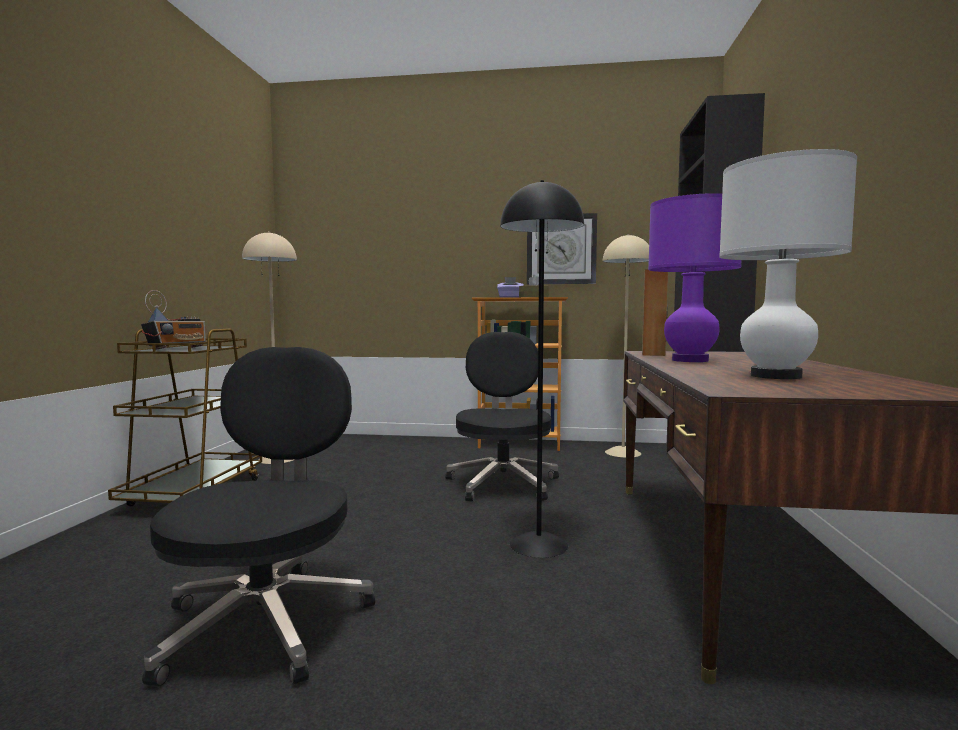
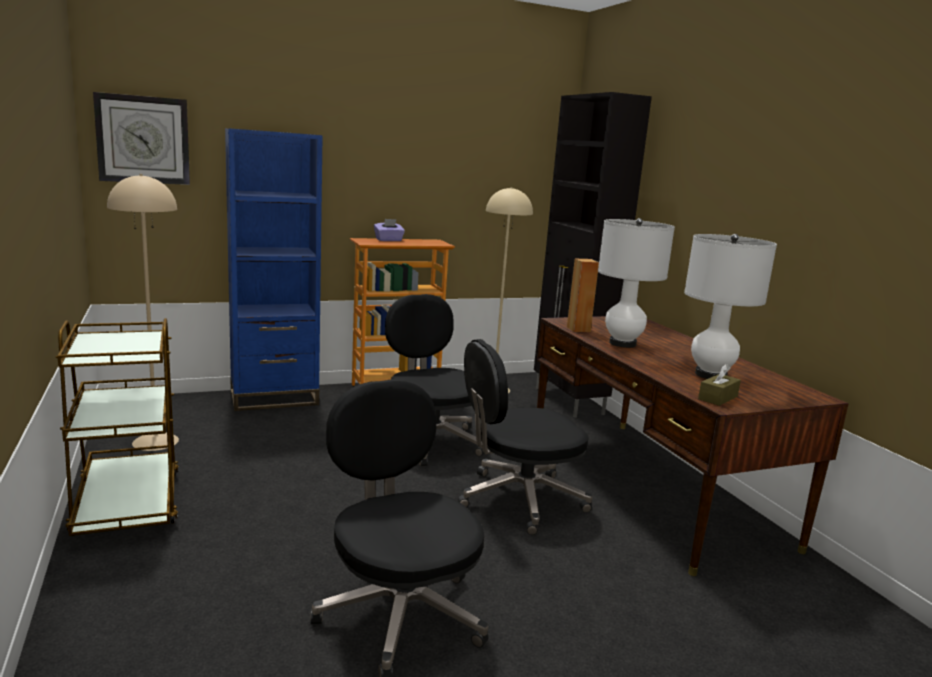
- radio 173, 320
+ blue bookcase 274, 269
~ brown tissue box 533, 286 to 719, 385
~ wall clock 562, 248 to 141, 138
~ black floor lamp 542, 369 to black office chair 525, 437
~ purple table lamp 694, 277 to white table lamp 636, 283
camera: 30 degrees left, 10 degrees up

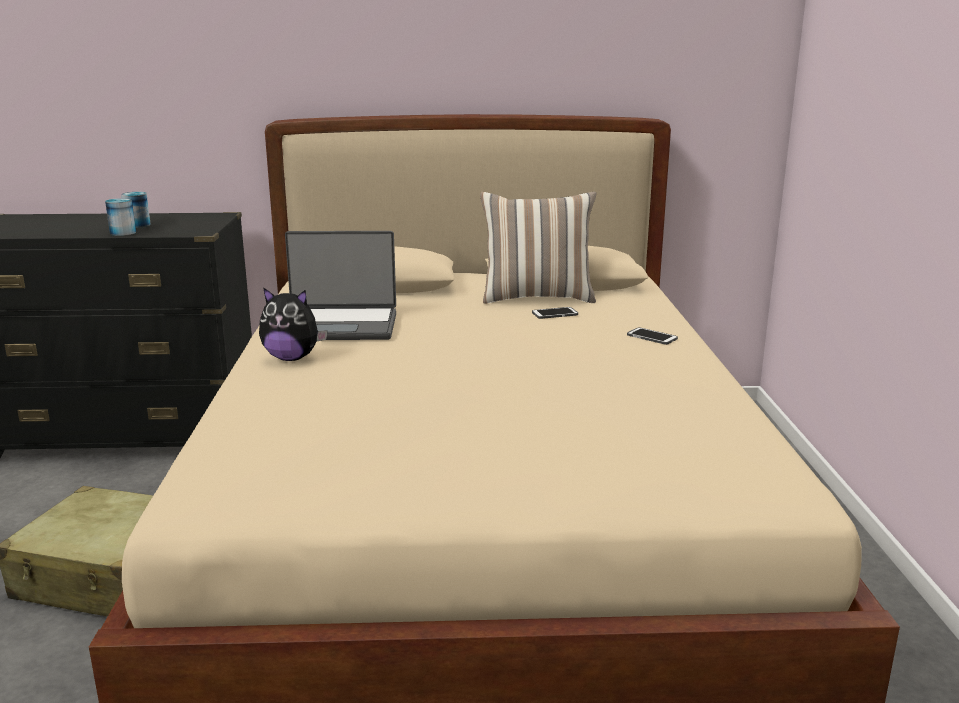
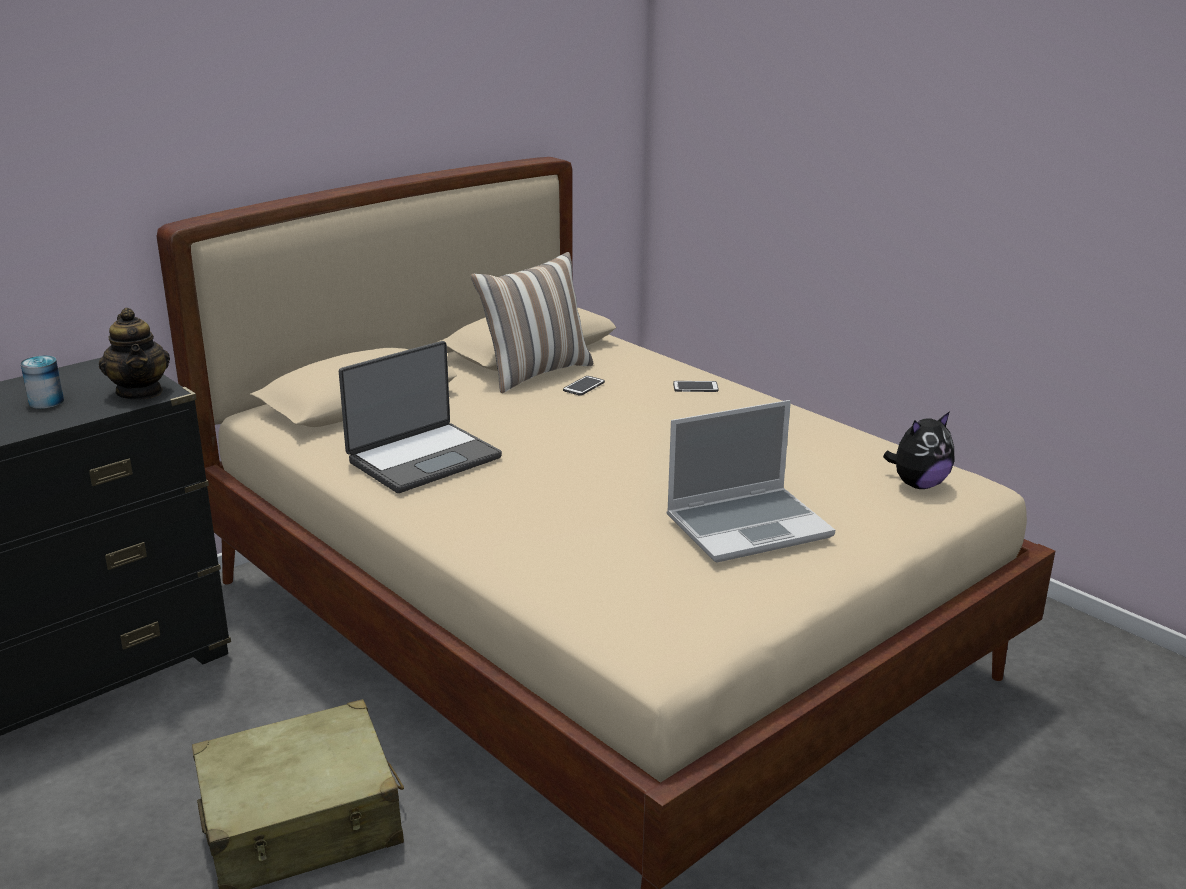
- can 120, 217
+ teapot 134, 354
+ laptop 751, 481
~ plush toy 293, 324 to 918, 450
camera: 40 degrees left, 5 degrees up

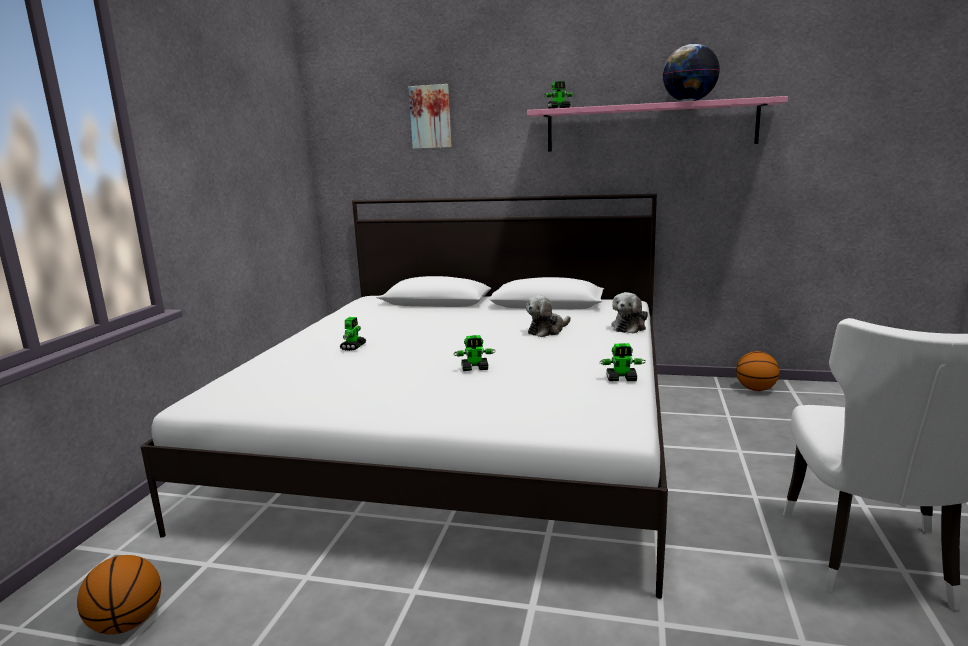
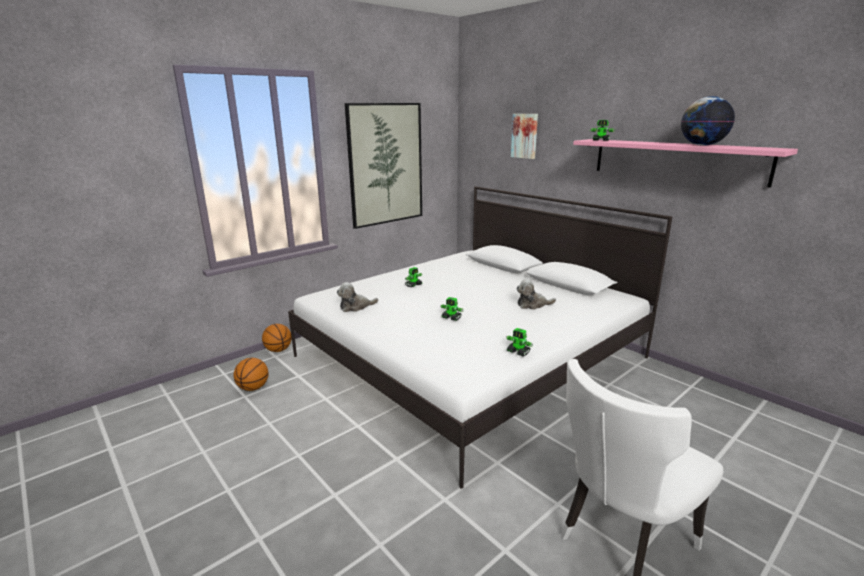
+ picture 383, 166
~ plush toy 629, 313 to 357, 297
~ basketball 757, 371 to 277, 338
camera: 35 degrees right, 5 degrees up

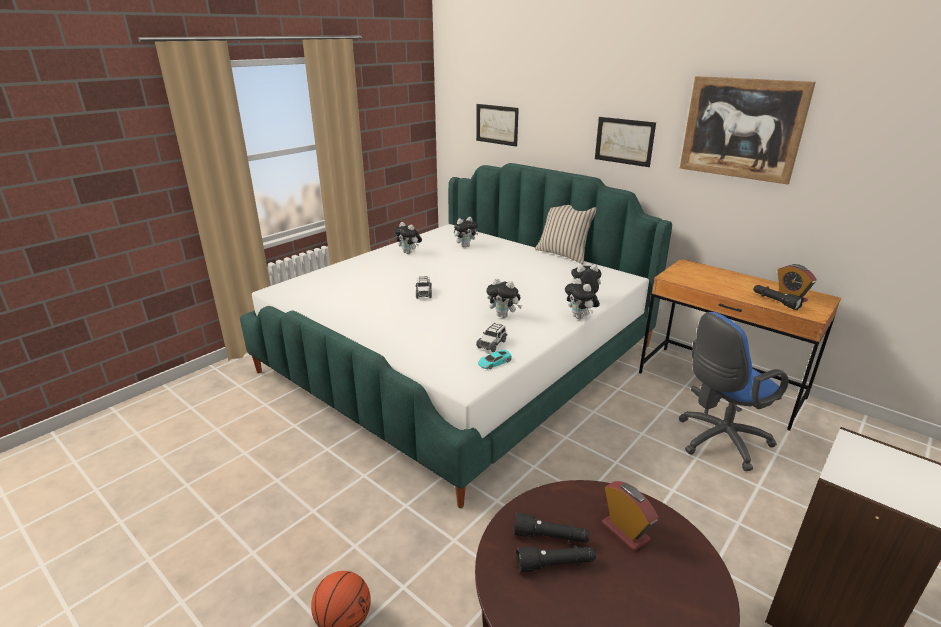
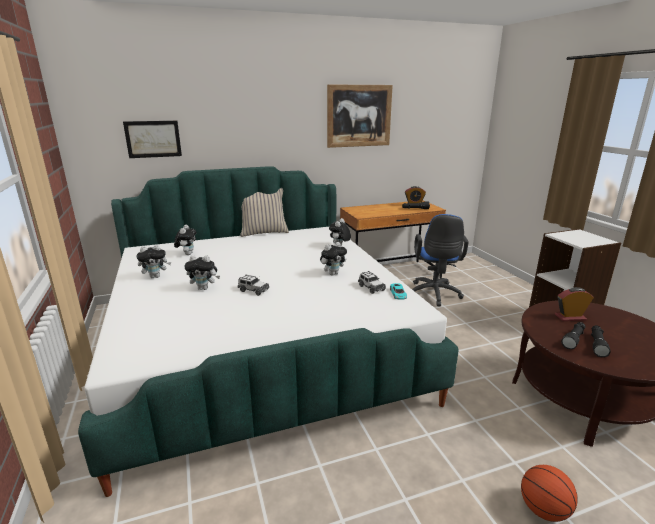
- picture 625, 142
~ plush toy 582, 298 to 202, 272
camera: 60 degrees left, 5 degrees down

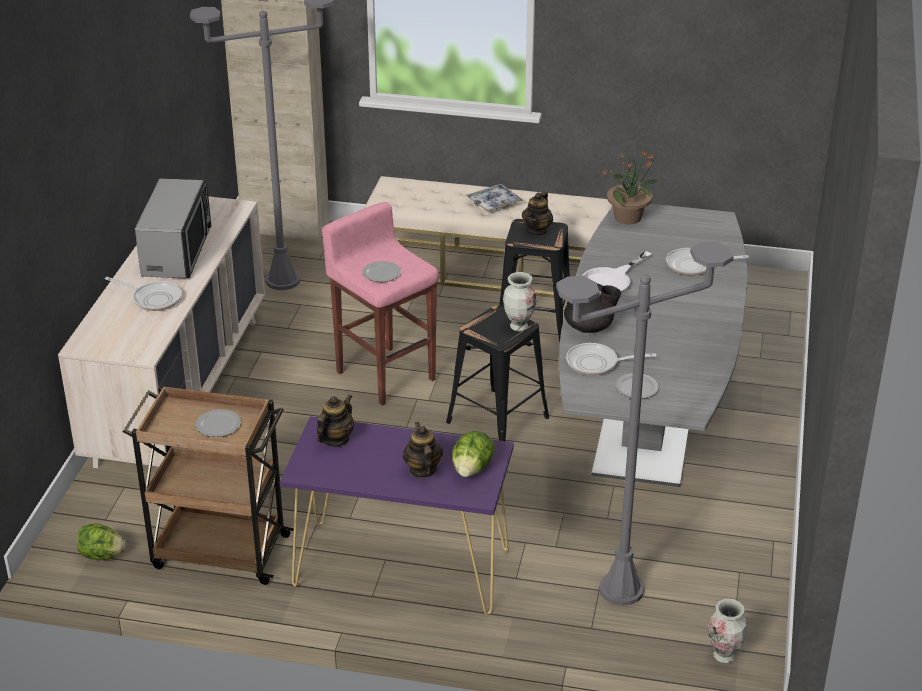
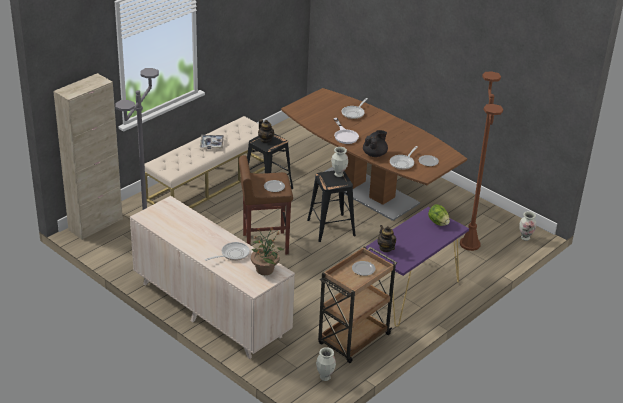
- microwave 173, 228
- teapot 423, 450
~ potted plant 631, 187 to 267, 251
~ lettuce 101, 542 to vase 326, 364
~ pink stool 380, 304 to brown stool 266, 204
~ grey floor lamp 645, 423 to brown floor lamp 481, 161
~ grey dining table 653, 345 to brown dining table 374, 154
camera: 60 degrees left, 0 degrees up

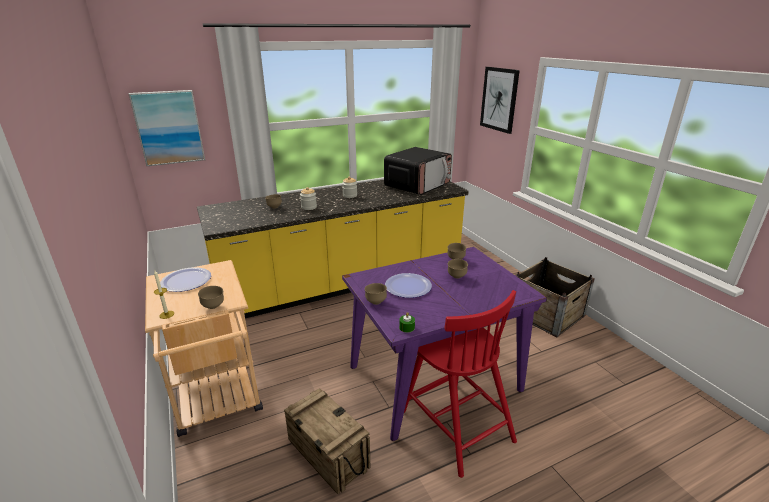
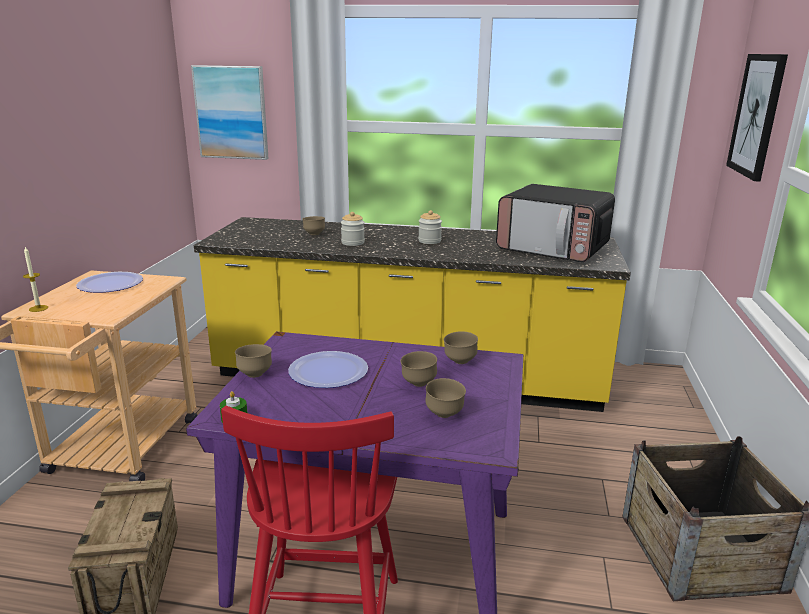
~ brown bowl 211, 297 to 446, 398
~ microwave 418, 171 = 555, 223 45 degrees clockwise
camera: 35 degrees right, 5 degrees down

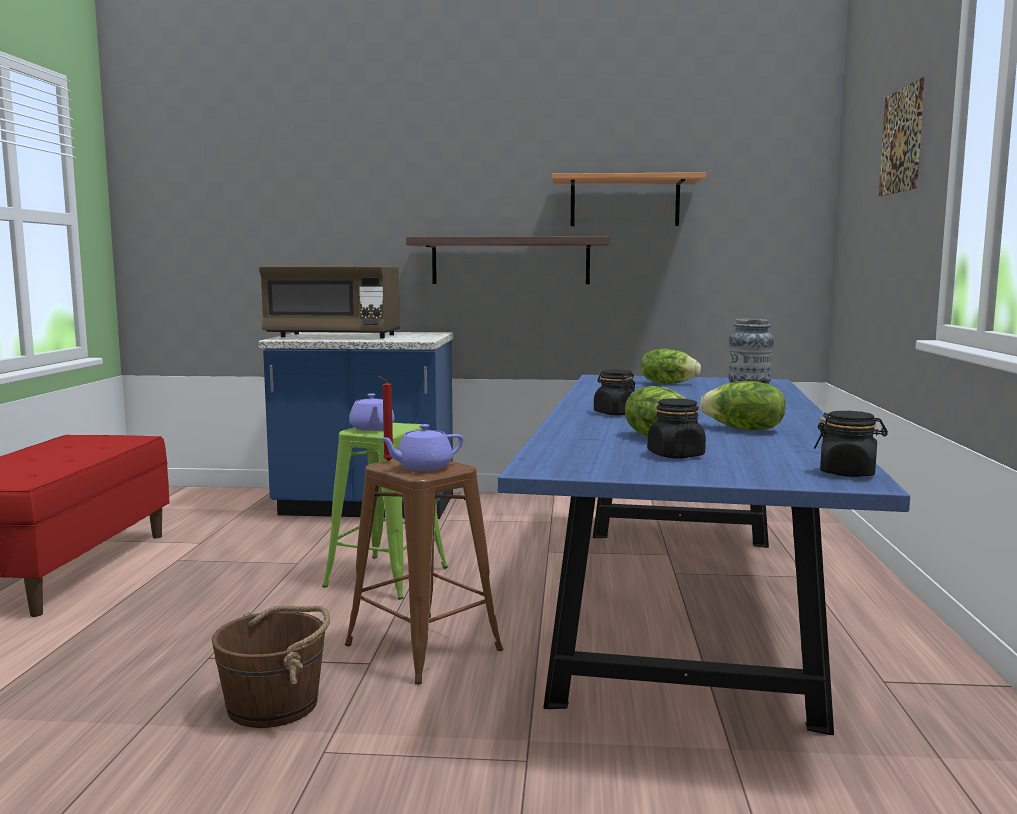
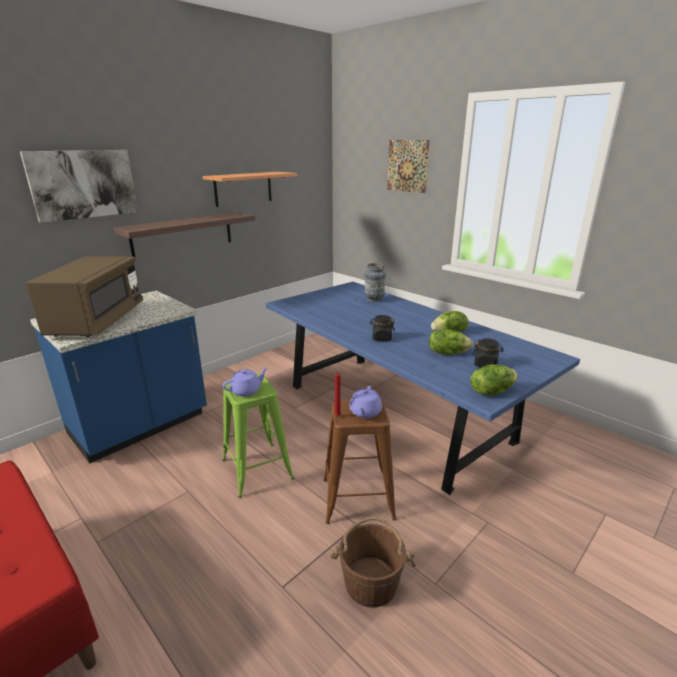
- black jar 851, 444
+ picture 79, 186
~ lettuce 671, 366 to 494, 380
~ brown microwave 329, 302 = 84, 296 45 degrees counterclockwise
~ purple teapot 372, 412 = 245, 382 60 degrees counterclockwise
camera: 50 degrees left, 15 degrees up

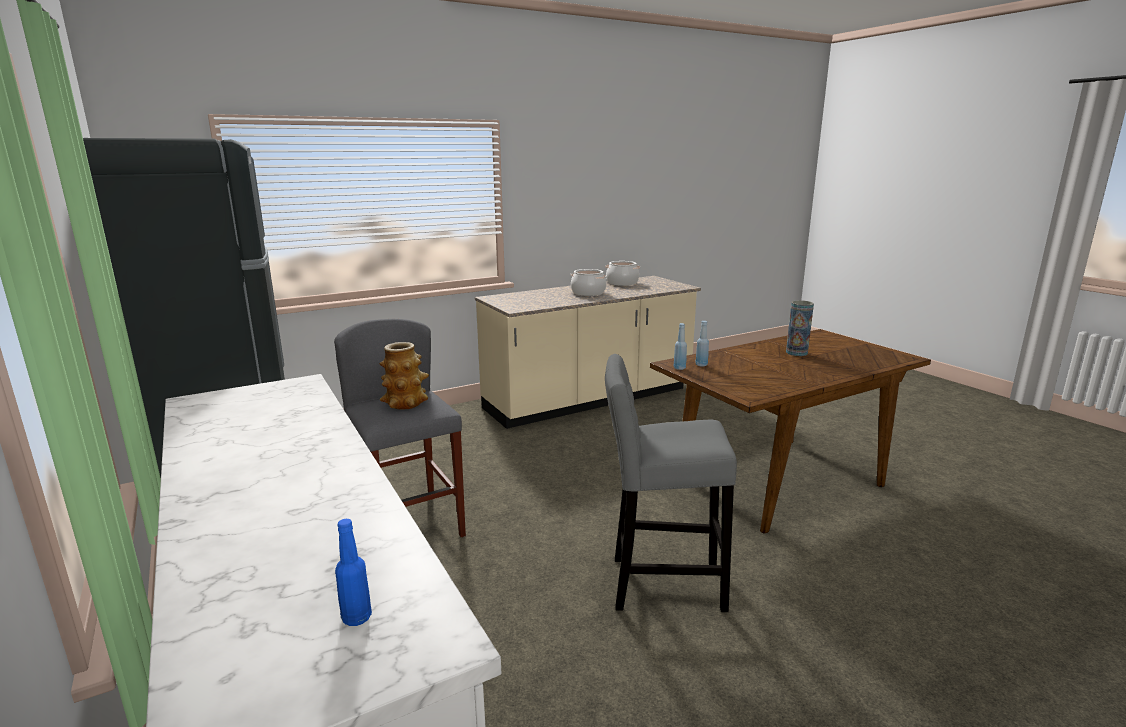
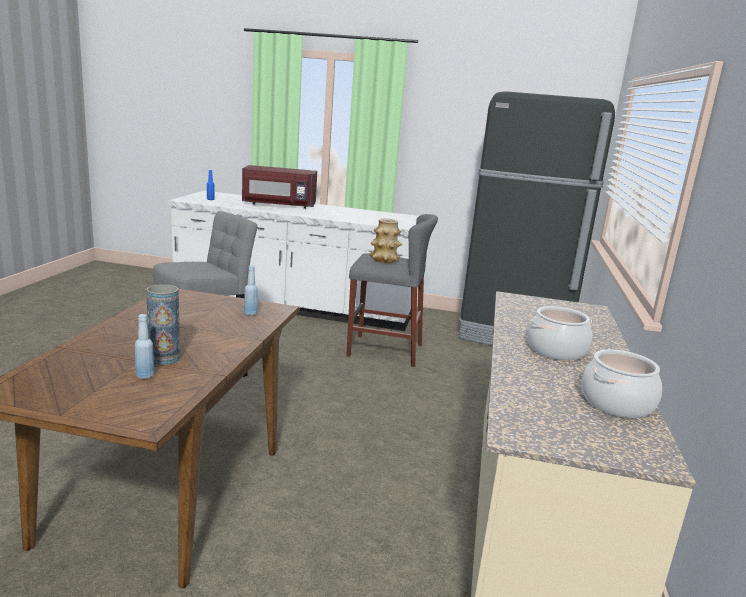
+ red microwave 279, 187
~ blue bottle 680, 346 to 144, 346
camera: 130 degrees right, 0 degrees up

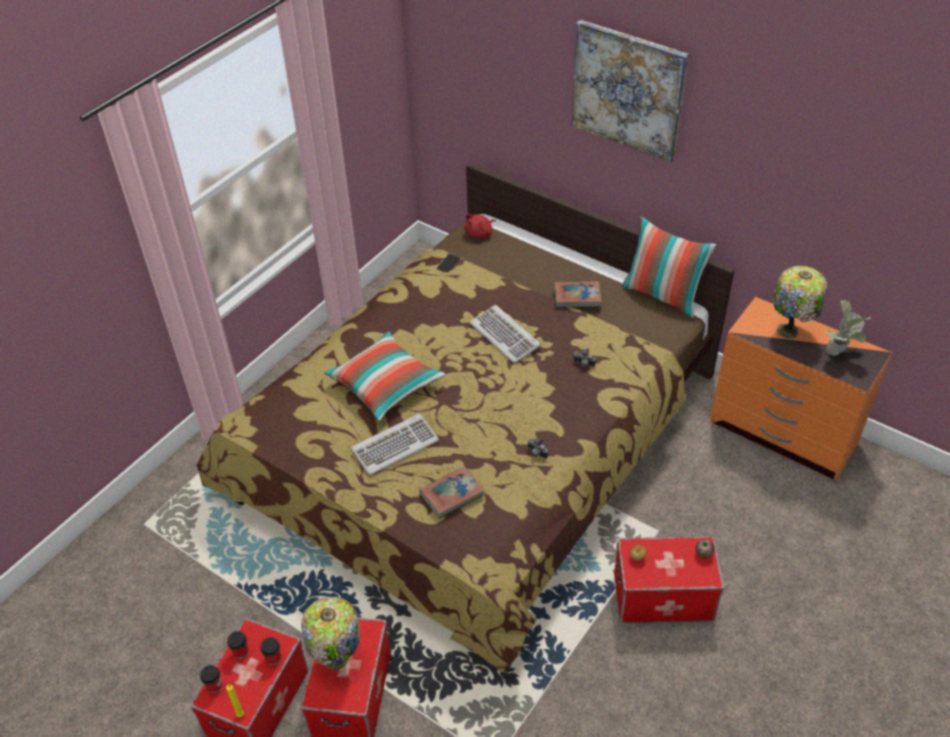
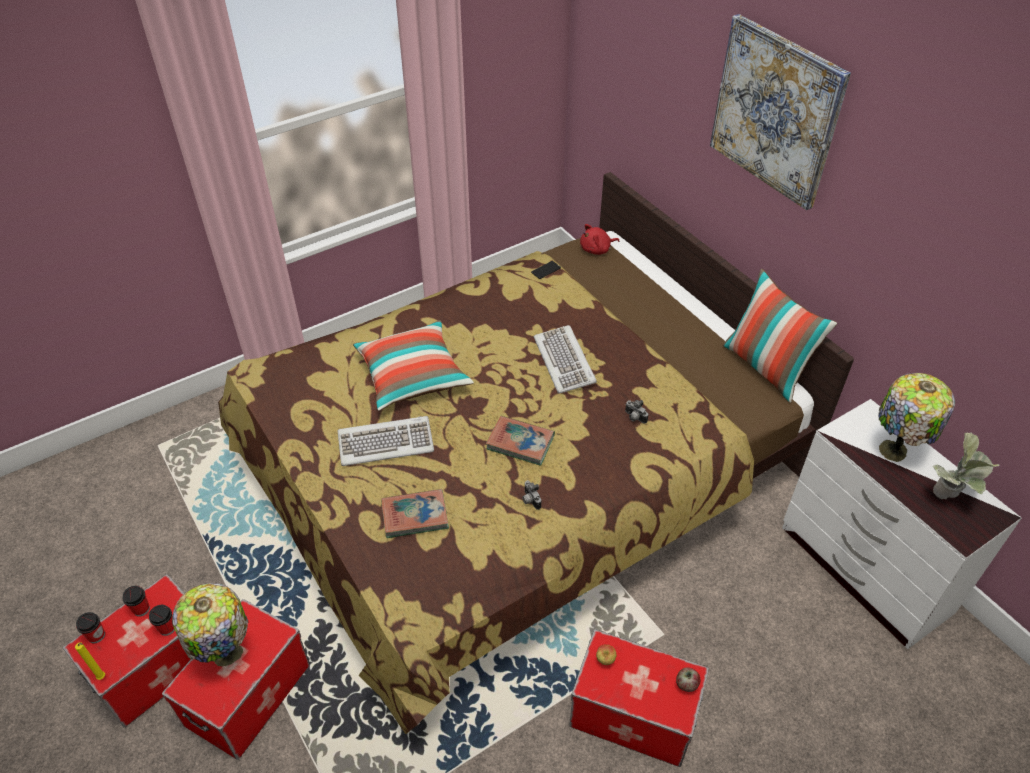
~ book 578, 294 to 520, 441
~ orange dresser 801, 388 to white dresser 902, 524
camera: 20 degrees right, 0 degrees up

